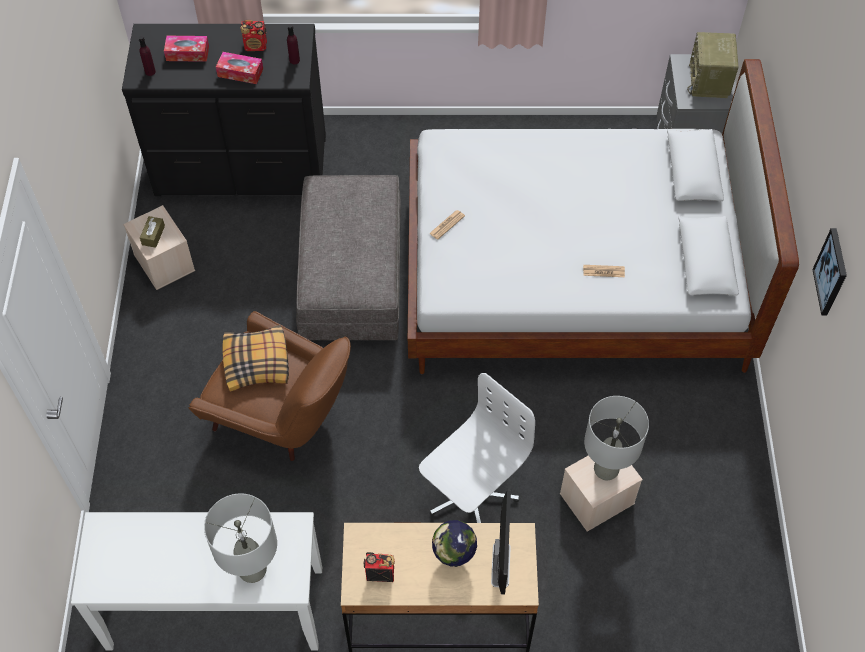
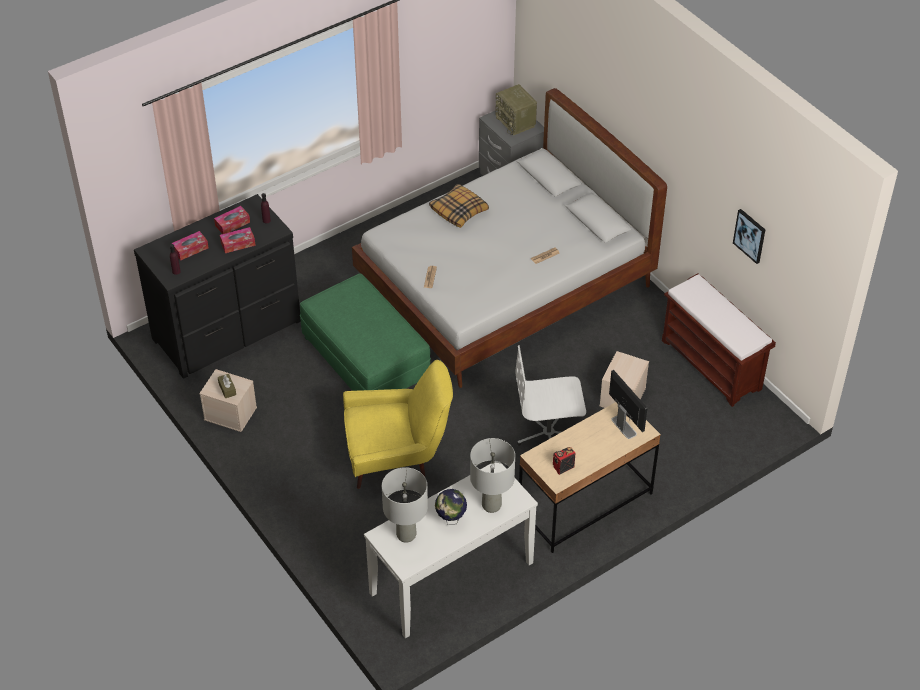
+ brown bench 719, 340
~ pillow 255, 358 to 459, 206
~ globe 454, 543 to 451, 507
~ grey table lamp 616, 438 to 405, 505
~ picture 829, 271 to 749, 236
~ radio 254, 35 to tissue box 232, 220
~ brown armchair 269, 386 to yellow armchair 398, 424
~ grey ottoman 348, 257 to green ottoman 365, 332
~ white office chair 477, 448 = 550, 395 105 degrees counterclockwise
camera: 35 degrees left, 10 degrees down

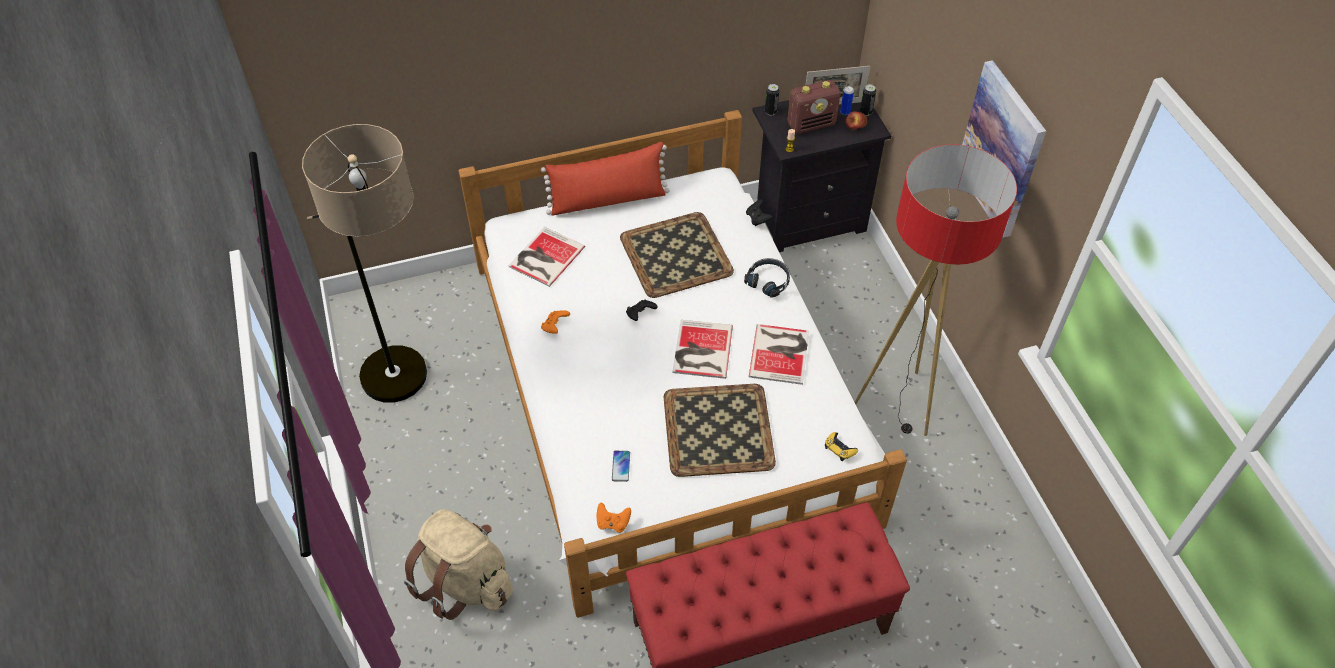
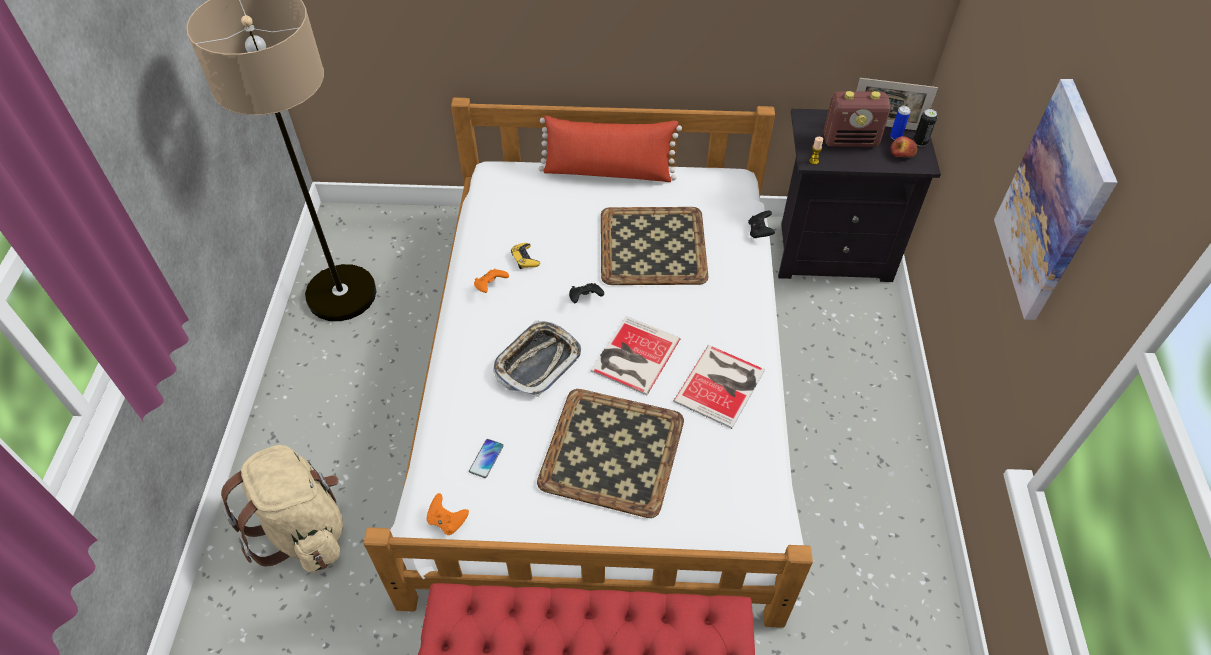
- book 547, 257
- black headphones 767, 278
- can 772, 100
- floor lamp 936, 290
+ tray 537, 359
~ yellow game controller 841, 446 to 525, 256
camera: 20 degrees right, 0 degrees up

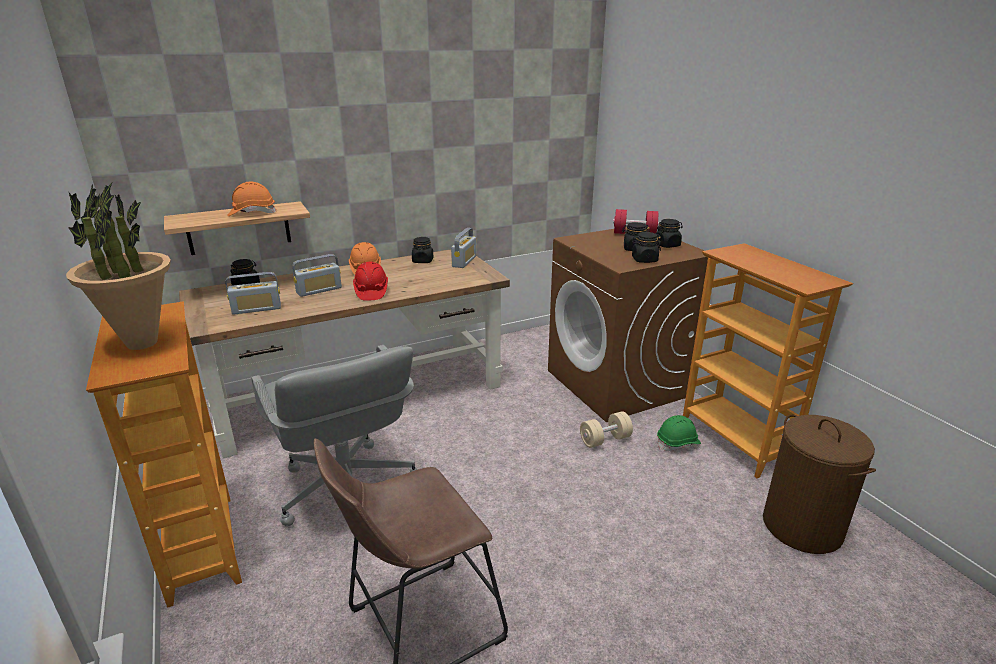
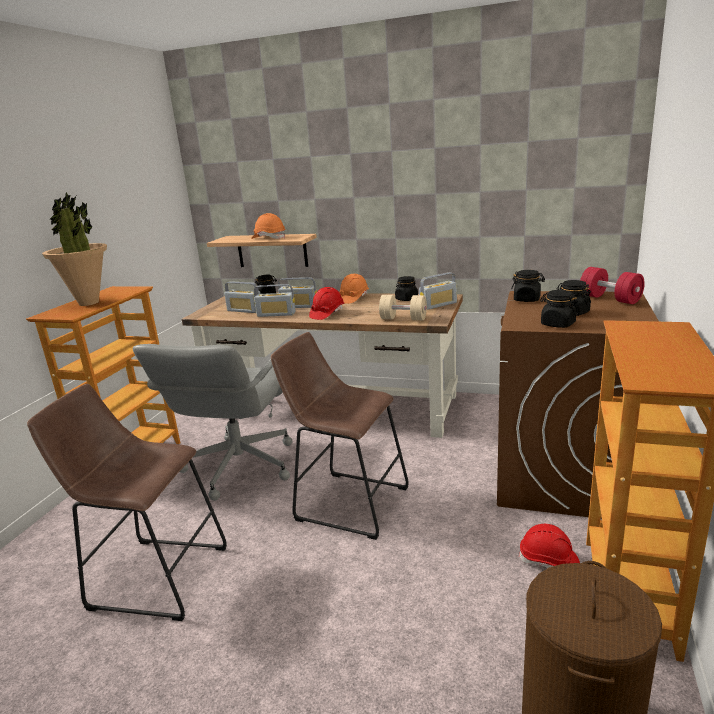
+ radio 274, 300
+ brown stool 340, 436
~ beige dumbbell 606, 429 to 403, 307
~ black jar 669, 233 to 528, 286
~ green hard hat 679, 433 to red hard hat 549, 546
camera: 45 degrees right, 5 degrees down

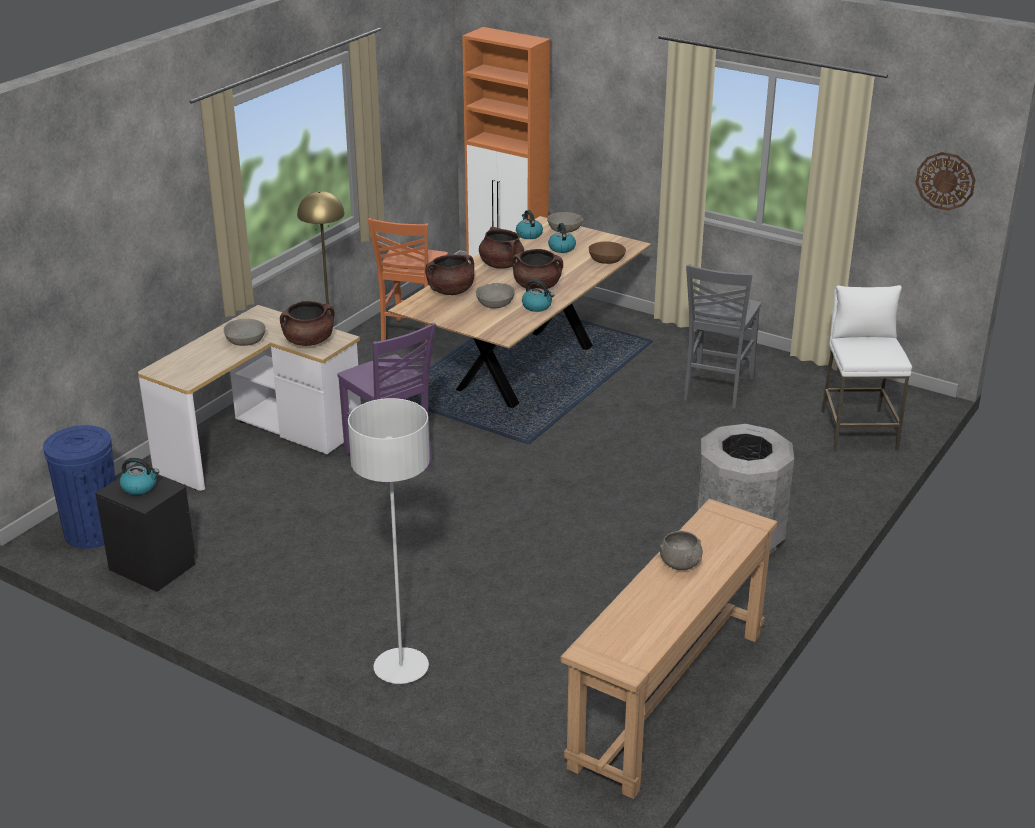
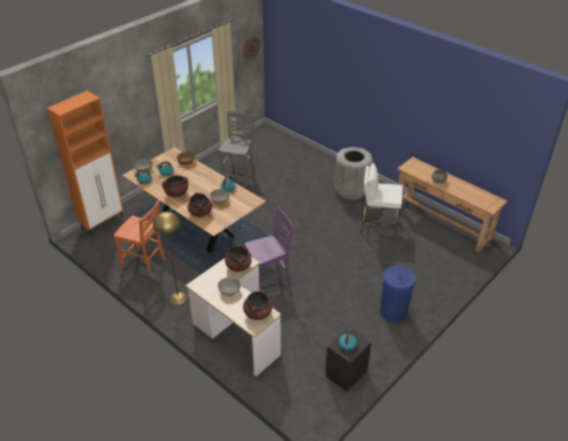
- grey floor lamp 389, 541
~ blue trash can 79, 487 to 398, 294
~ brown cooking pot 537, 269 to 257, 304
~ white stool 866, 367 to 381, 200
~ grey chair 722, 336 = 236, 149 105 degrees counterclockwise
camera: 80 degrees left, 10 degrees up

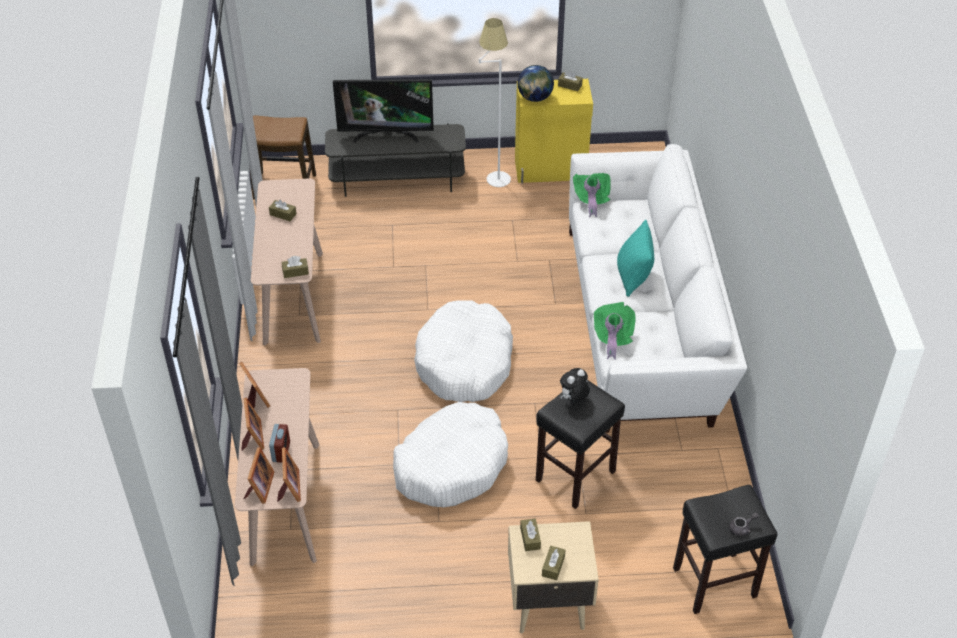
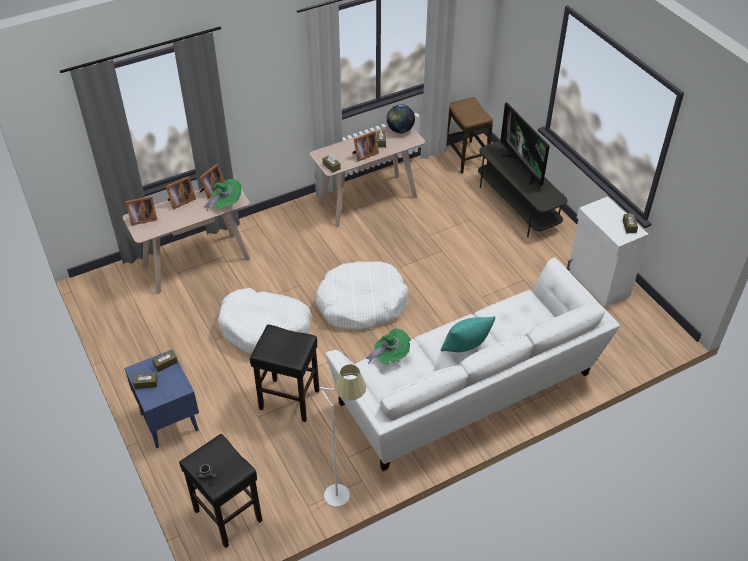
- alarm clock 279, 443
- plush toy 575, 385
~ picture frame 289, 474 to 366, 146
~ white floor lamp 495, 102 to 343, 435
~ globe 536, 83 to 401, 119
~ green hat 592, 195 to 223, 194
~ beige nightstand 553, 577 to blue nightstand 161, 398
~ yellow cabinet 554, 131 to white cabinet 608, 251
camera: 65 degrees right, 0 degrees up

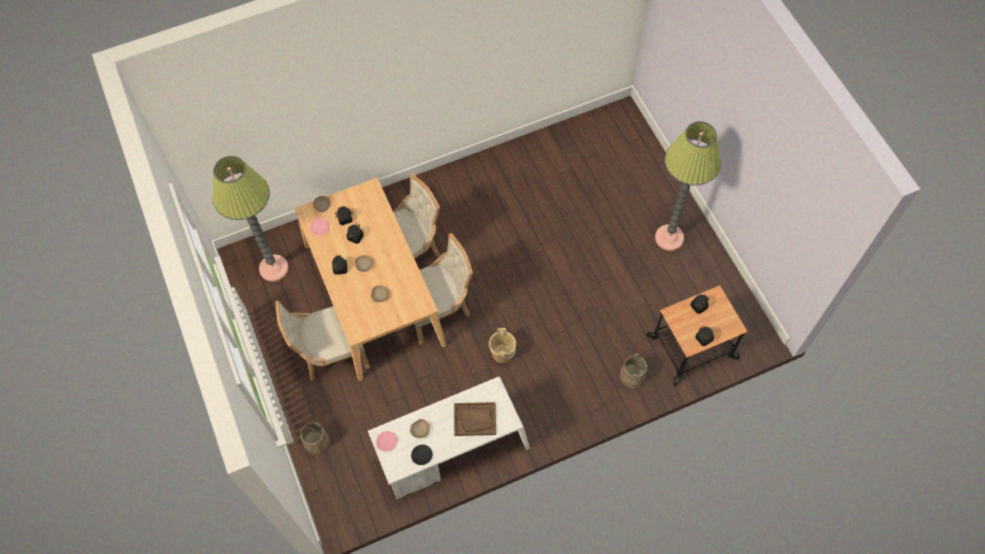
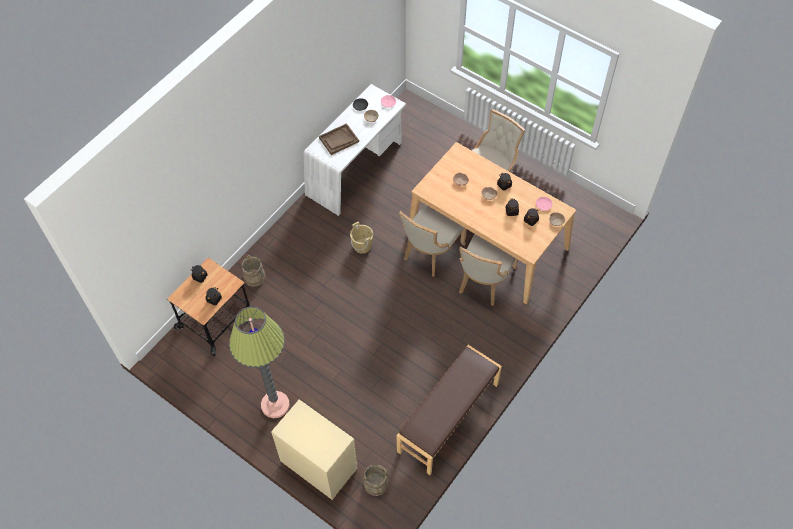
- floor lamp 250, 219
+ beige dresser 314, 449
+ brown bench 449, 410
~ beige bucket 314, 438 to 376, 480
camera: 150 degrees right, 5 degrees down

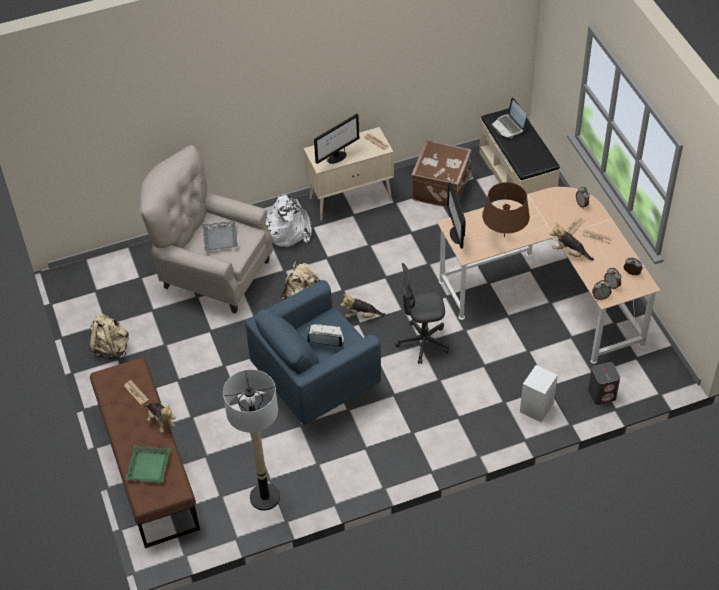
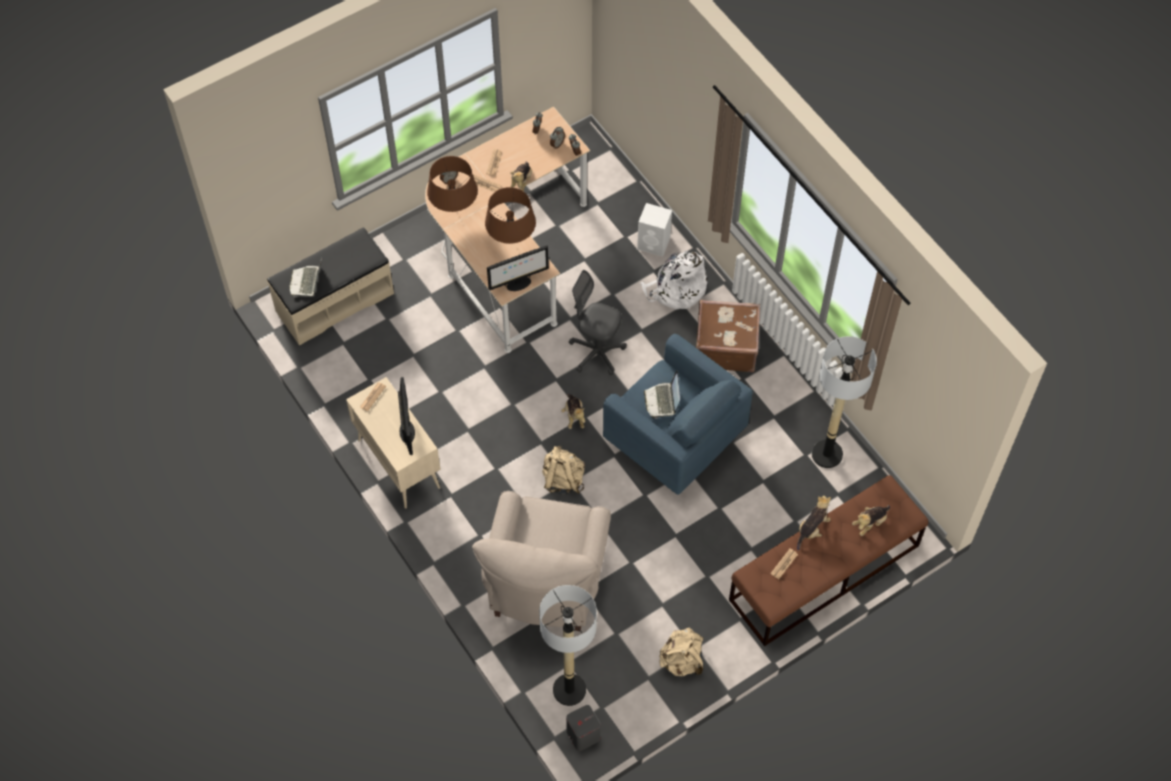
- grey tray 220, 235
+ brown table lamp 452, 184
+ floor lamp 568, 645
~ white backpack 289, 220 to 674, 280
~ brown suitcase 441, 173 to 728, 336
~ grey speaker 604, 383 to 583, 728
~ green tray 148, 464 to plush toy 871, 520
~ monitor 336, 139 = 406, 416 45 degrees clockwise
~ grey office chair 422, 313 = 598, 322 135 degrees clockwise
~ laptop 509, 117 = 305, 276 135 degrees clockwise
camera: 105 degrees left, 10 degrees up

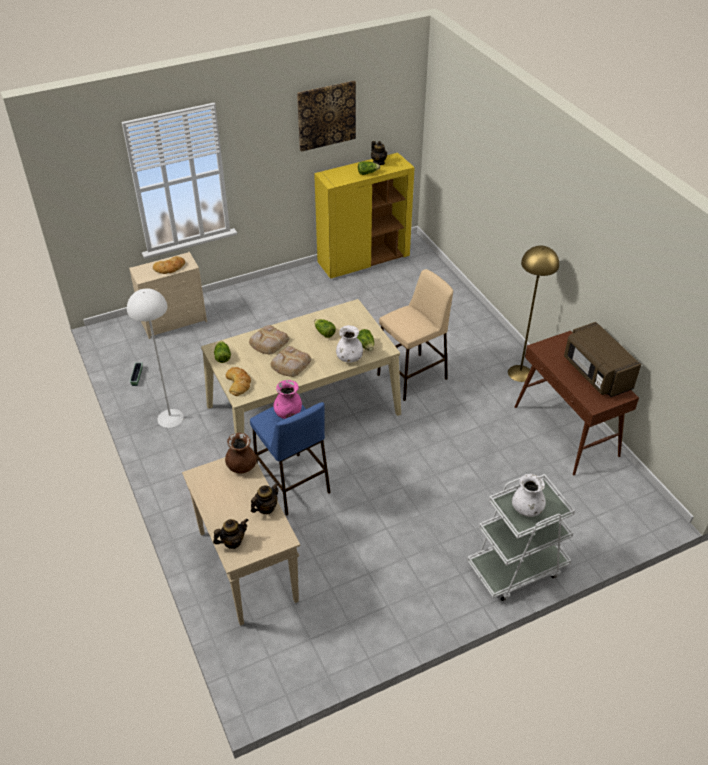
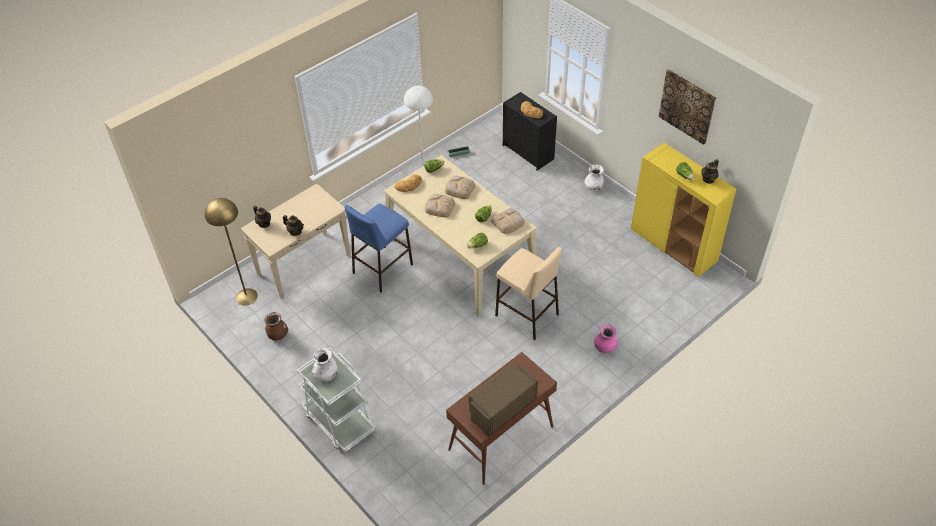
+ bread 508, 221
~ brown vase 241, 453 to 276, 326
~ pink vase 287, 399 to 606, 338
~ white vase 349, 344 to 594, 178
~ yellow floor lamp 533, 314 to 231, 251
~ beige dresser 168, 295 to black dresser 530, 131
camera: 75 degrees right, 5 degrees up

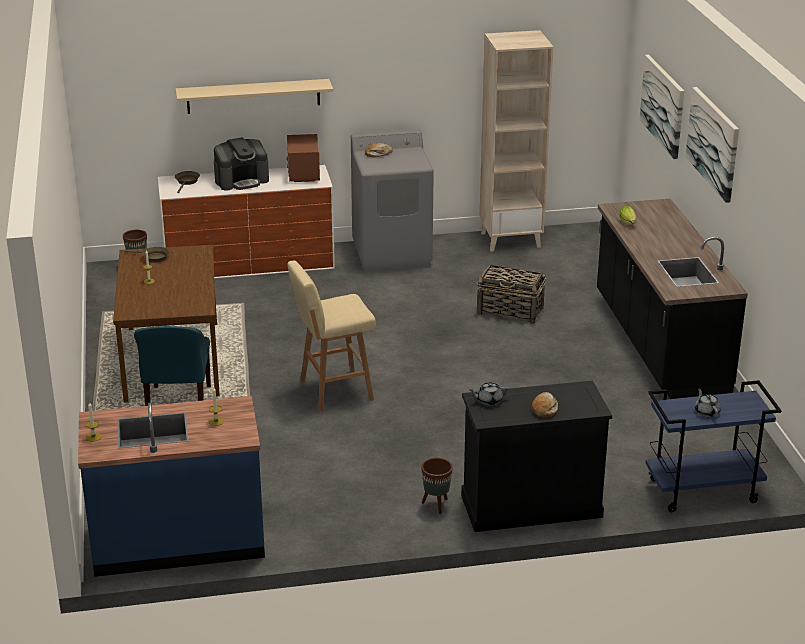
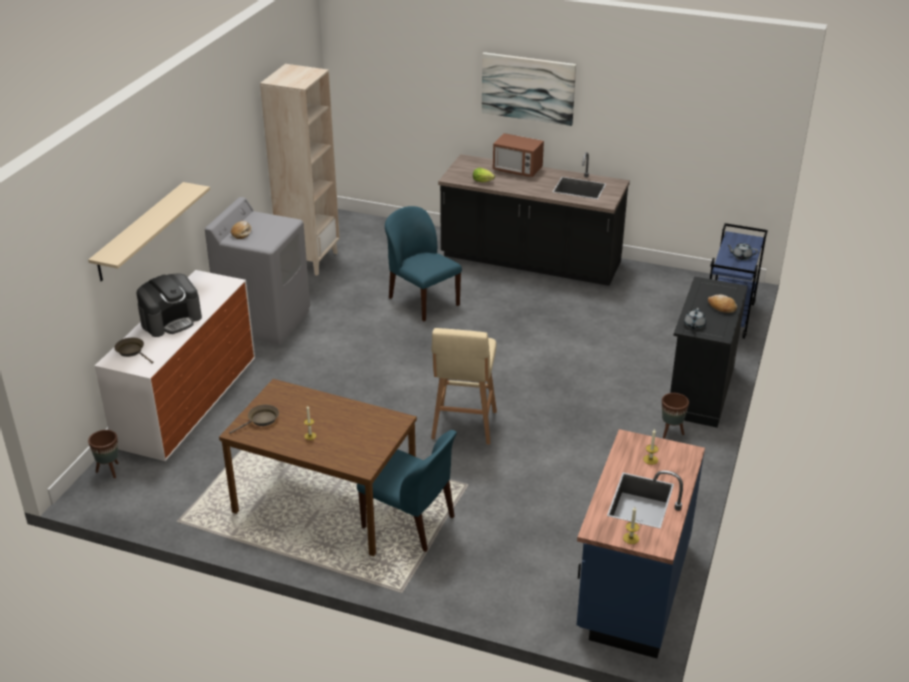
- picture 662, 107
~ microwave 303, 158 to 518, 155
~ basket 511, 294 to blue chair 423, 263
~ coffee machine 241, 164 = 169, 305 45 degrees clockwise
camera: 60 degrees left, 5 degrees up

